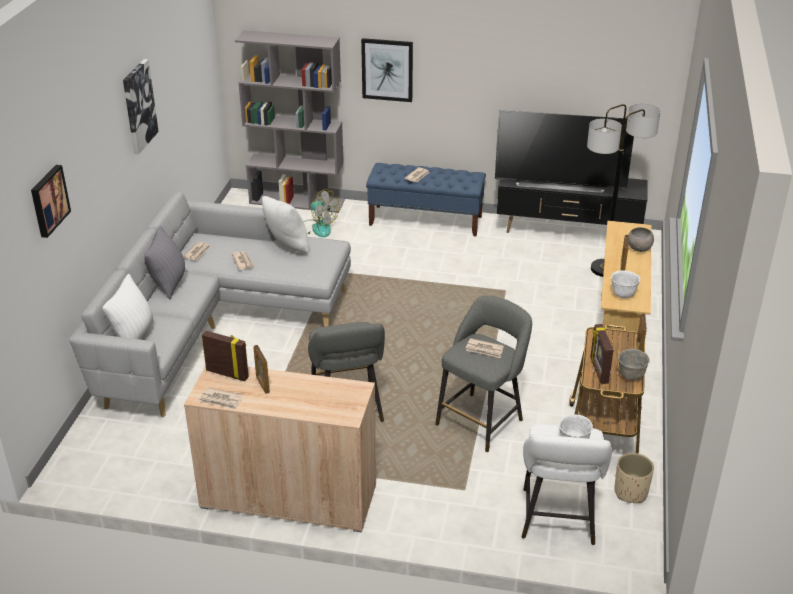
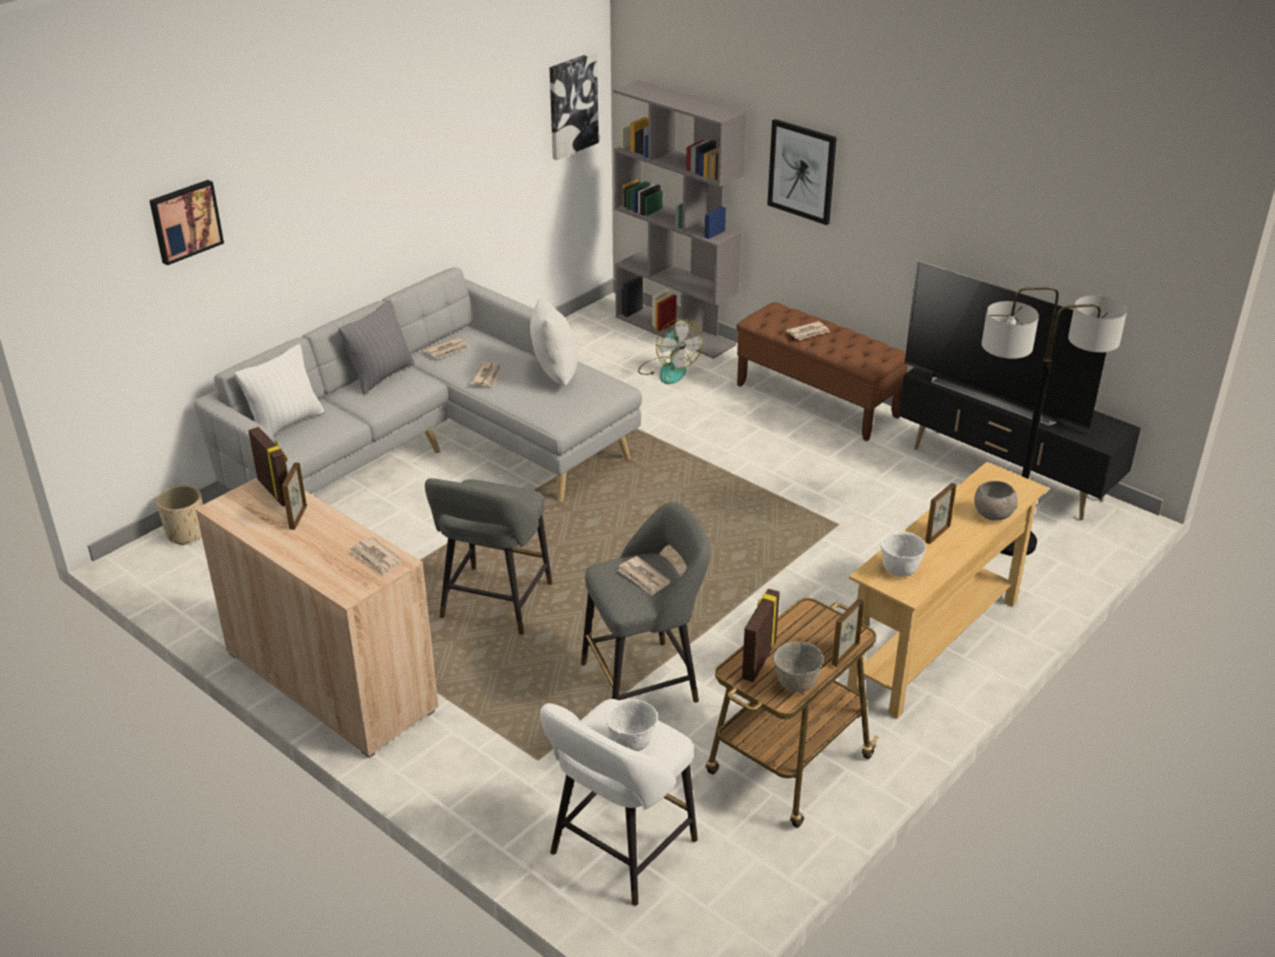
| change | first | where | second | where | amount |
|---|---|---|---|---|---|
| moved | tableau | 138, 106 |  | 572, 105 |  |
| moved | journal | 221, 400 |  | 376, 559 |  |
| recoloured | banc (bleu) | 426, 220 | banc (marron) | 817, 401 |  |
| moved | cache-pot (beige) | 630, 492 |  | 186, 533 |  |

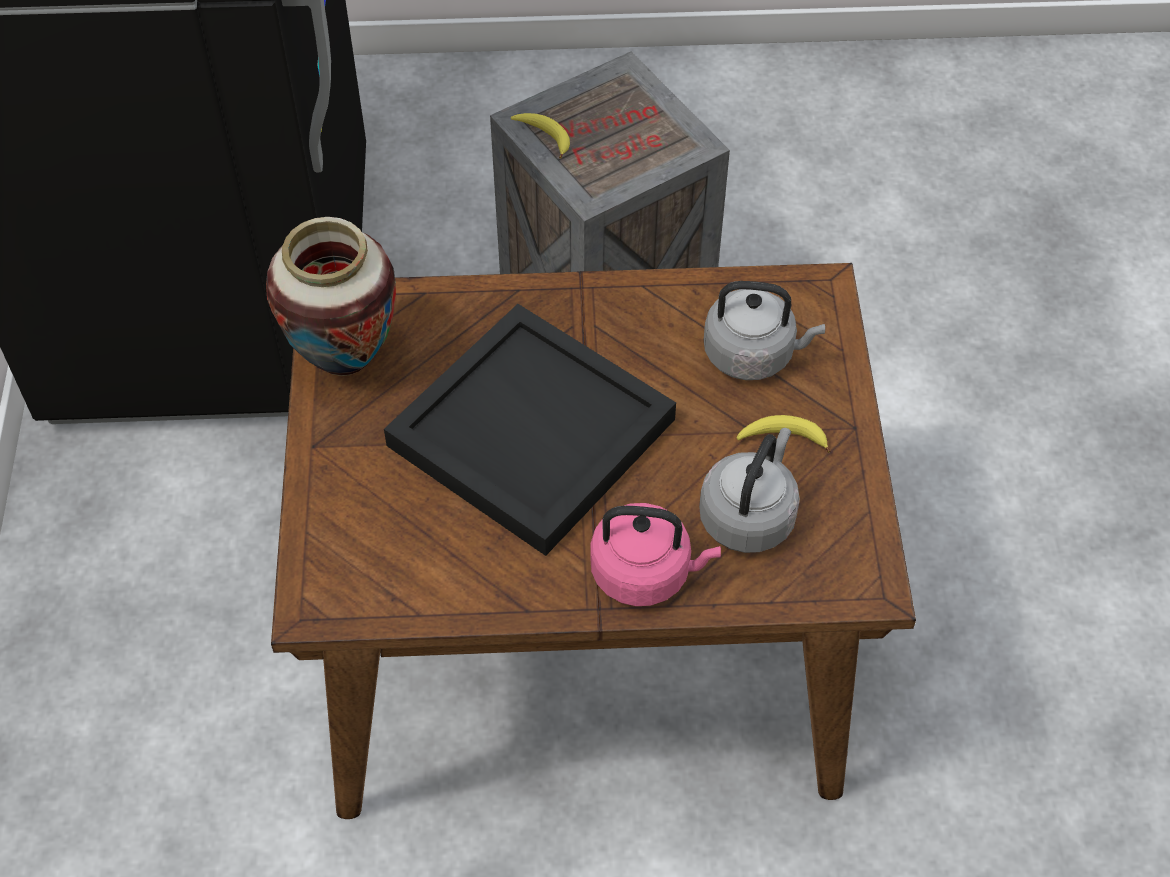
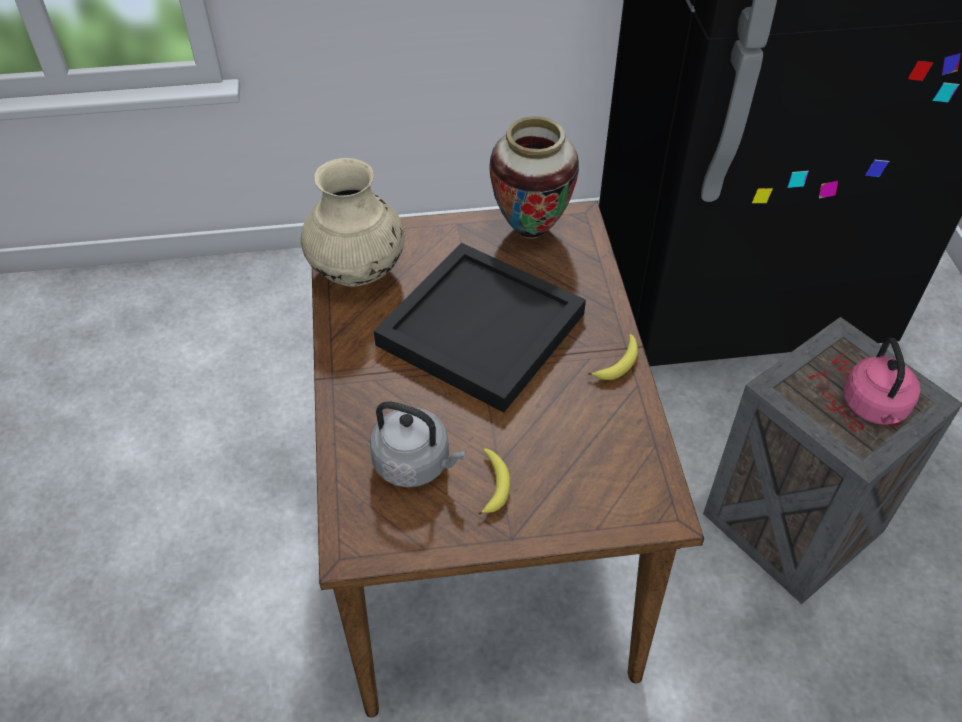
| change | first | where | second | where | amount |
|---|---|---|---|---|---|
| moved | banane | 544, 136 |  | 618, 363 |  |
| moved | bouilloire (rose) | 646, 573 |  | 875, 408 |  |
| removed | bouilloire (gris) | 753, 354 |  |  |  |
| added |  |  | vase (beige) | 358, 272 |  |

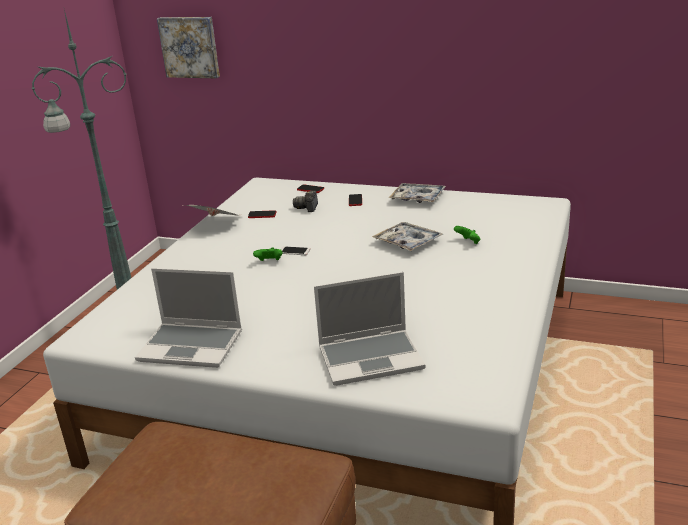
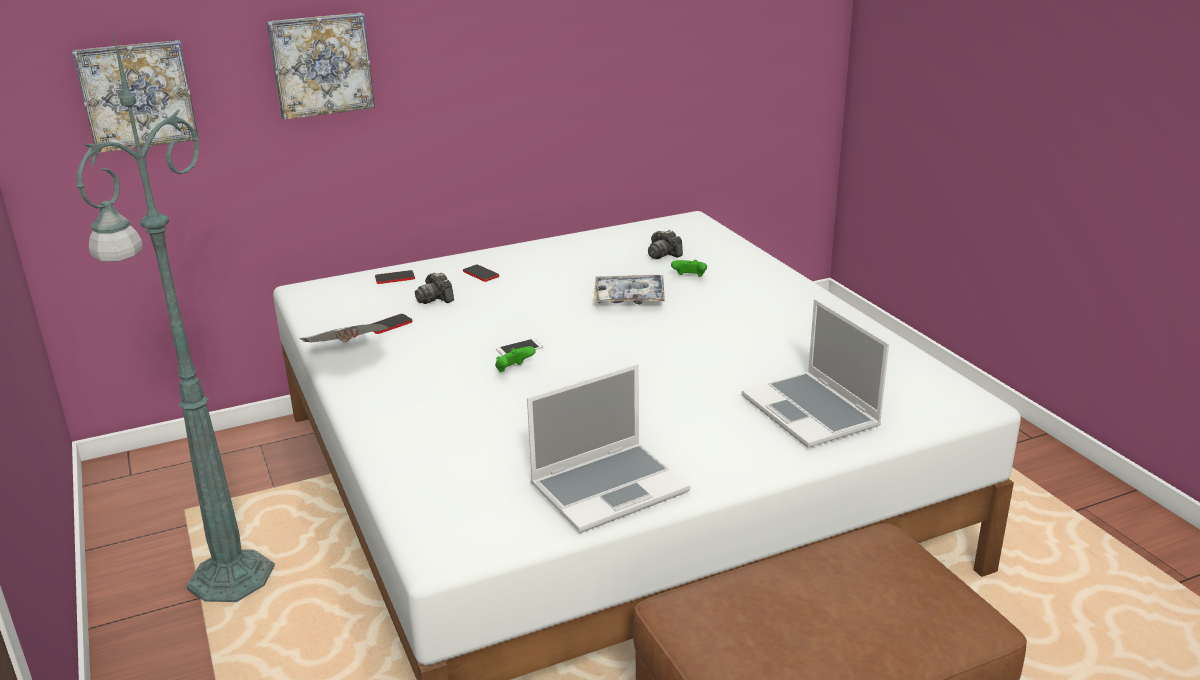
| change | first | where | second | where | amount |
|---|---|---|---|---|---|
| turned | ordinateur portable | 371, 358 |  | 812, 412 | 120 degrees clockwise |
| removed | plateau | 417, 198 |  |  |  |
| added |  |  | tableau | 321, 64 |  |
| added |  |  | appareil photo | 663, 254 |  |

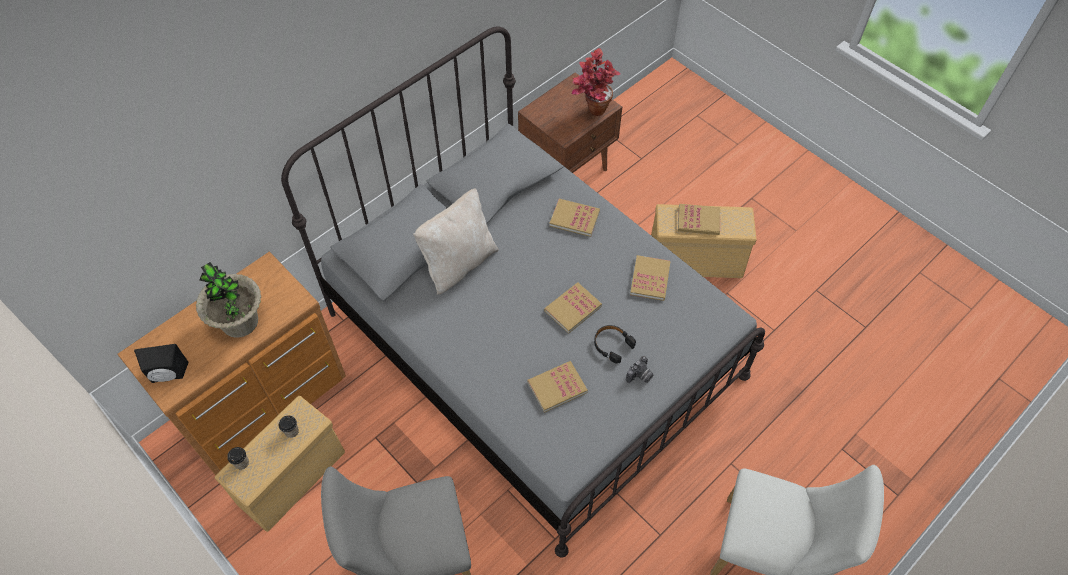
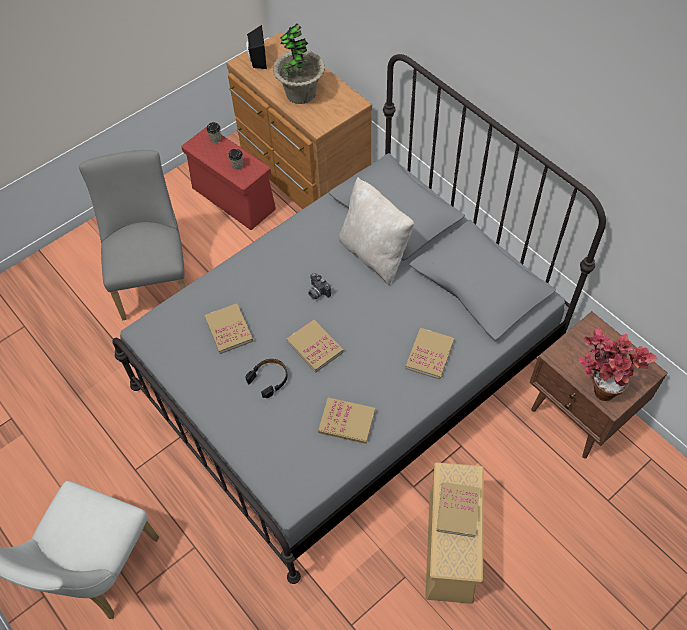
| change | first | where | second | where | amount |
|---|---|---|---|---|---|
| recoloured | boîte de rangement (beige) | 291, 479 | boîte de rangement (rouge) | 232, 198 |  |
| moved | appareil photo | 640, 376 |  | 317, 292 |  |

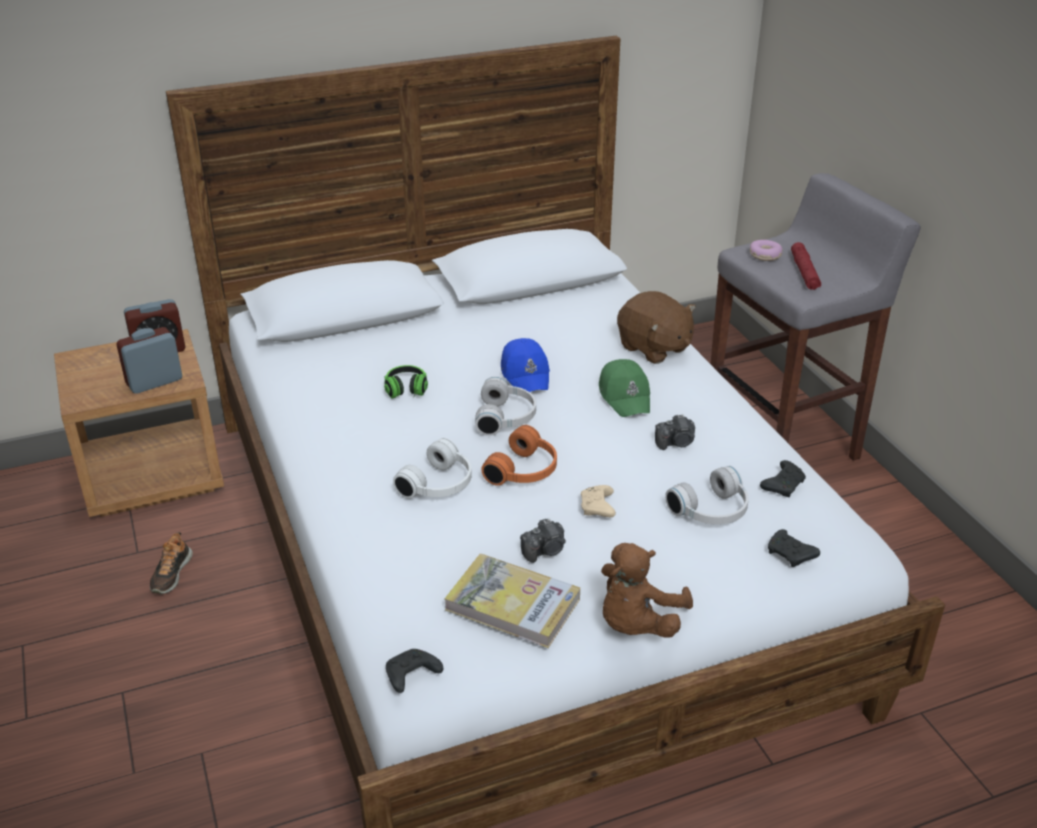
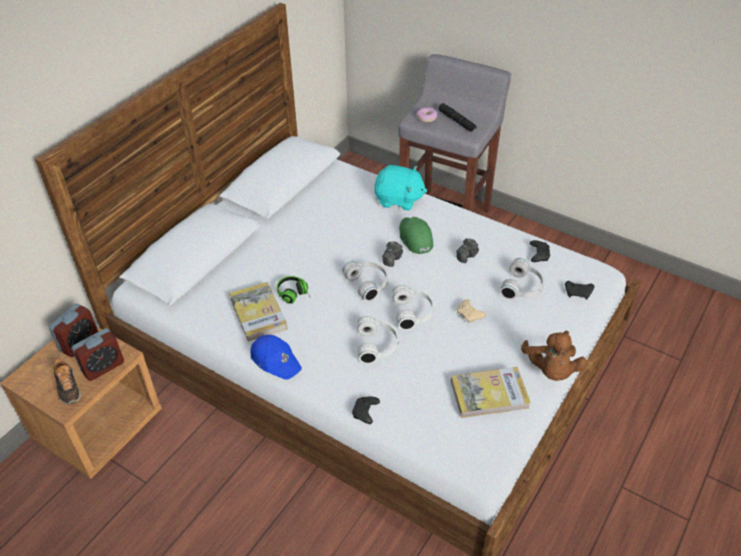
| change | first | where | second | where | amount |
|---|---|---|---|---|---|
| turned | réveil | 154, 382 |  | 103, 367 | 150 degrees counterclockwise |
| moved | chaussure | 171, 574 |  | 68, 387 |  |
| moved | manette (noir) | 411, 676 |  | 365, 413 |  |
| recoloured | casque audio (orange) | 525, 471 | casque audio (blanc) | 413, 312 |  |
| moved | casquette (bleu) | 526, 374 |  | 276, 360 |  |
| moved | appareil photo | 545, 551 |  | 392, 258 |  |
| turned | casquette (vert) | 625, 396 |  | 415, 238 | 150 degrees counterclockwise |
| recoloured | peluche (marron) | 654, 348 | peluche (turquoise) | 398, 200 |  |
| recoloured | lampe de poche (rouge) | 804, 272 | lampe de poche (noir) | 456, 121 |  |
| added |  |  | livre | 258, 313 |  |

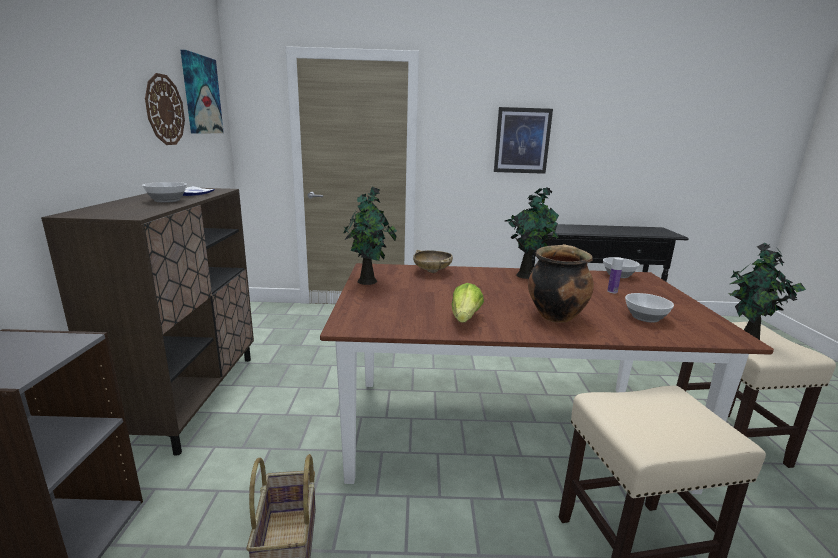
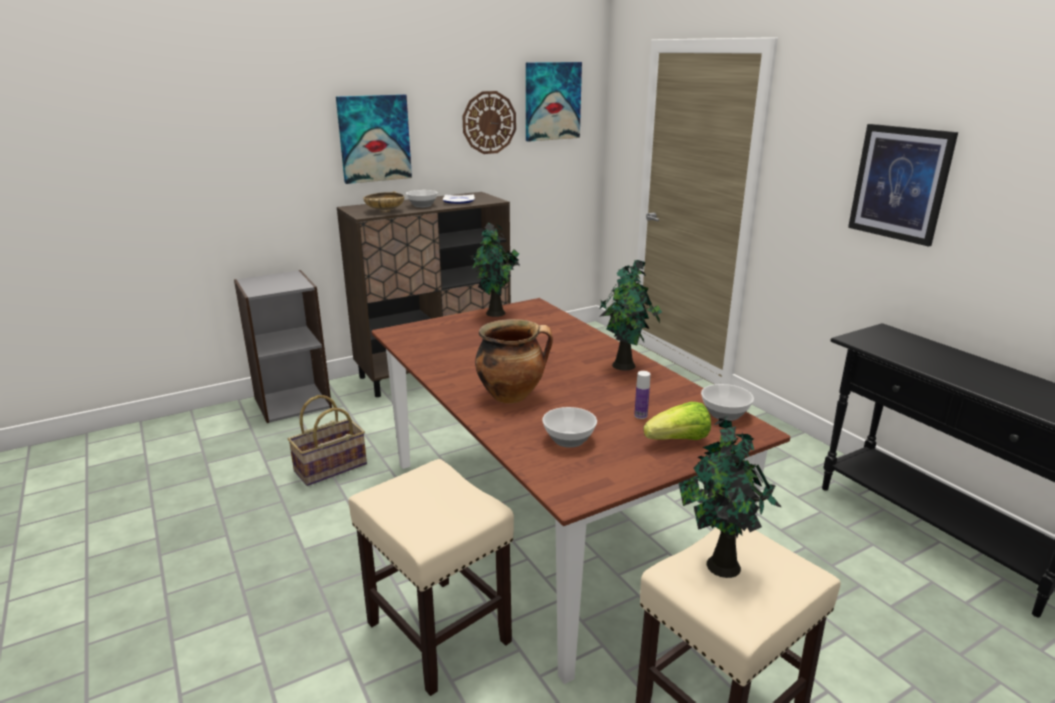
| change | first | where | second | where | amount |
|---|---|---|---|---|---|
| moved | bol (beige) | 432, 271 |  | 384, 211 |  |
| moved | laitue | 465, 318 |  | 679, 440 |  |
| added |  |  | tableau | 374, 138 |  |

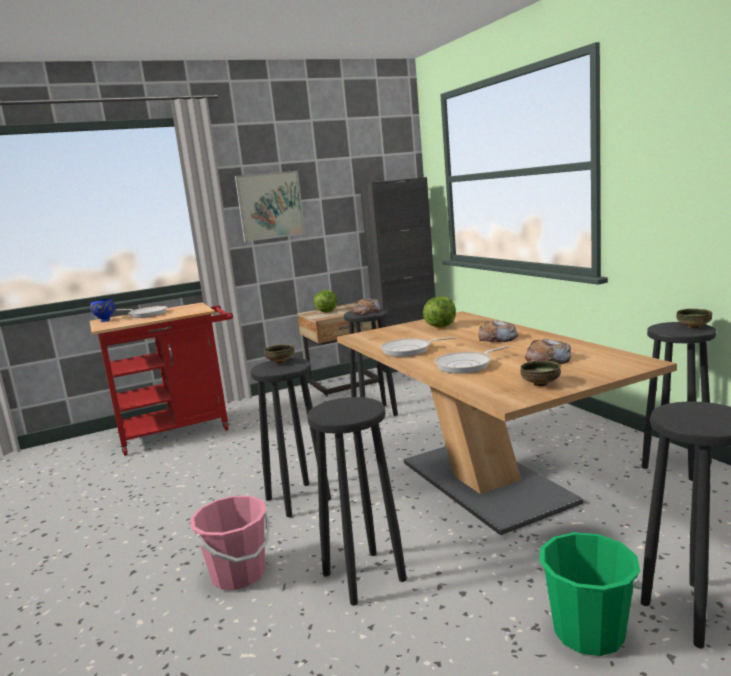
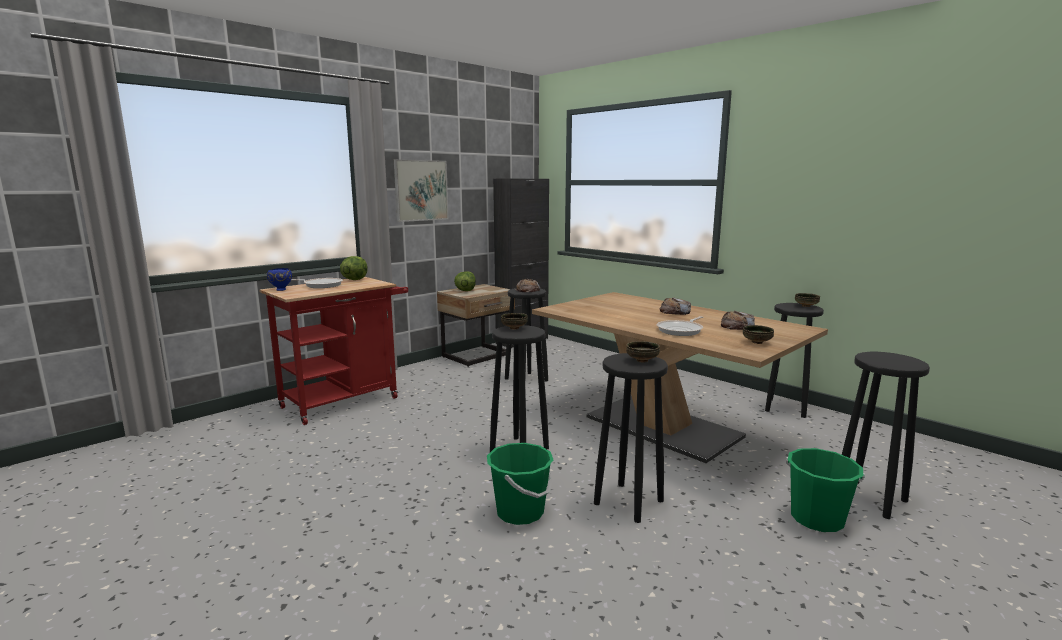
| change | first | where | second | where | amount |
|---|---|---|---|---|---|
| recoloured | seau (rose) | 238, 575 | seau (vert) | 520, 512 |  |
| removed | poêle | 409, 350 |  |  |  |
| moved | laitue | 440, 326 |  | 355, 279 |  |
| added |  |  | bol | 642, 361 |  |

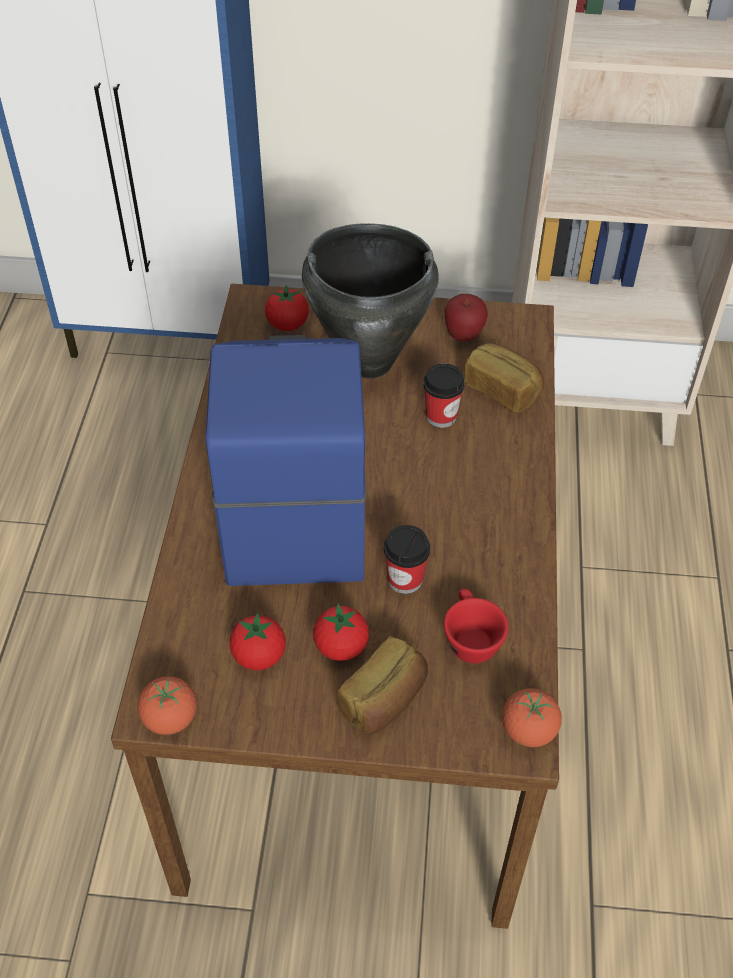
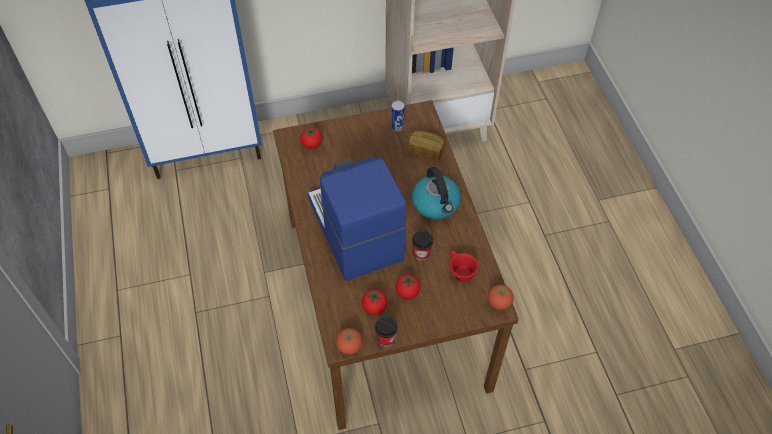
| change | first | where | second | where | amount |
|---|---|---|---|---|---|
| removed | marmite (noir) | 367, 361 |  |  |  |
| removed | pain | 385, 700 |  |  |  |
| moved | tasse | 441, 416 |  | 386, 339 |  |
| replaced | pomme | 463, 336 | boîte métallique | 397, 127 |  |
| added |  |  | bouilloire | 436, 204 |  |

